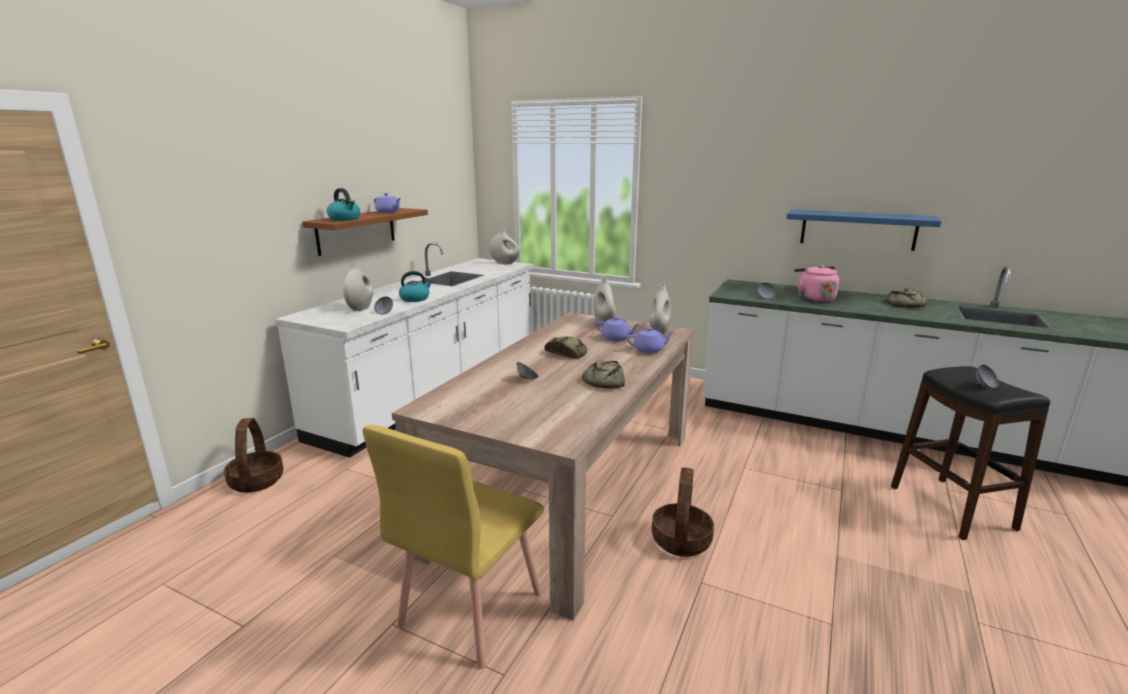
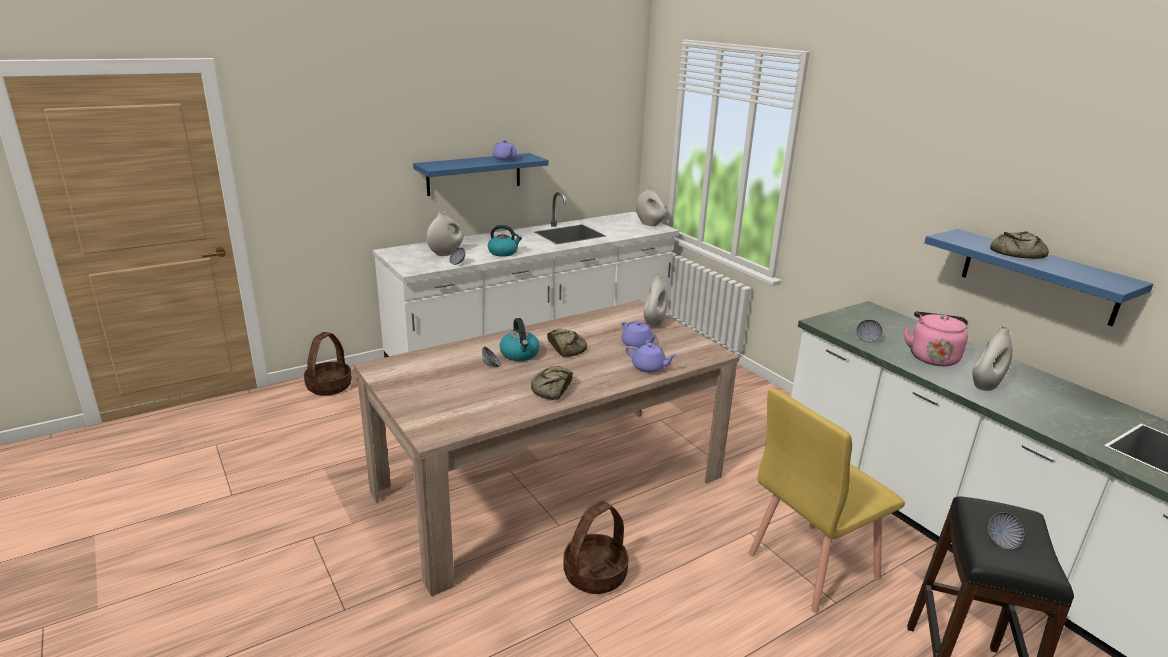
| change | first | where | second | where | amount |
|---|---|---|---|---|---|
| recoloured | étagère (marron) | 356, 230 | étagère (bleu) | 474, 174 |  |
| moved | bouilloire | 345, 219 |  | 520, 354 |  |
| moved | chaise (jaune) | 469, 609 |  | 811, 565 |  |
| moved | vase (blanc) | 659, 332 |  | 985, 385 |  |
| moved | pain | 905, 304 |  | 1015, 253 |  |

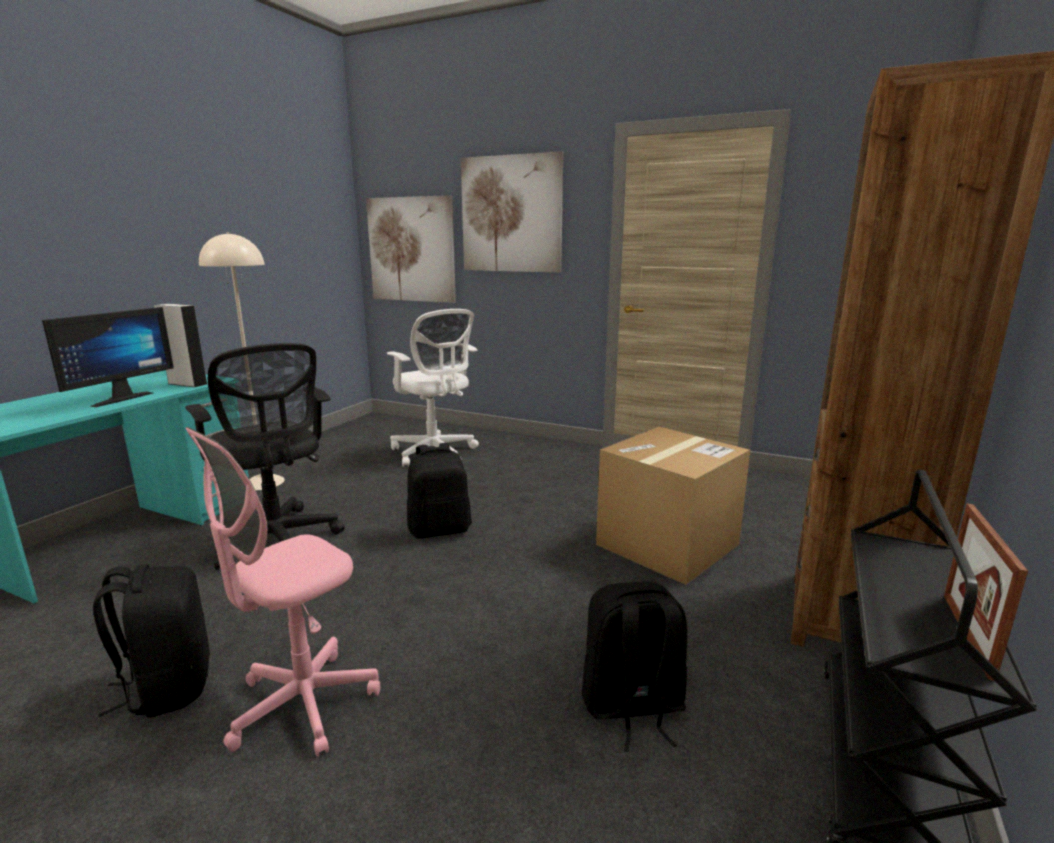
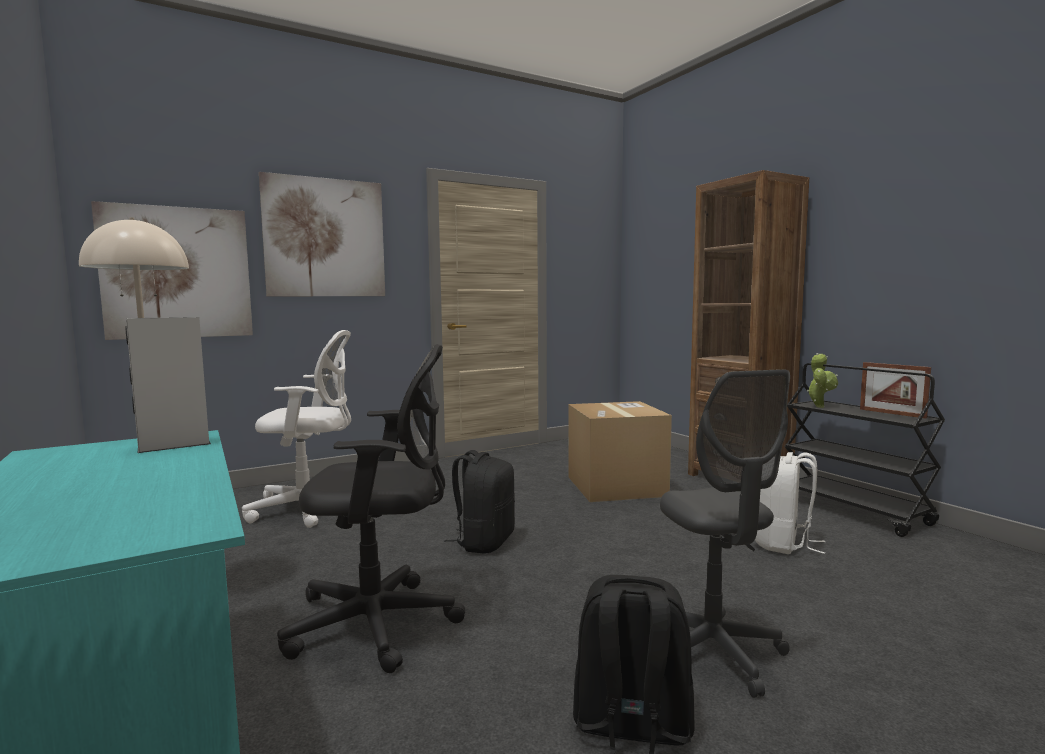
| change | first | where | second | where | amount |
|---|---|---|---|---|---|
| removed | écran d'ordinateur | 118, 398 |  |  |  |
| recoloured | chaise de bureau (rose) | 303, 705 | chaise de bureau (gris) | 714, 652 |  |
| recoloured | sac à dos (noir) | 632, 707 | sac à dos (blanc) | 783, 543 |  |
| added |  |  | plante en pot | 819, 406 |  |

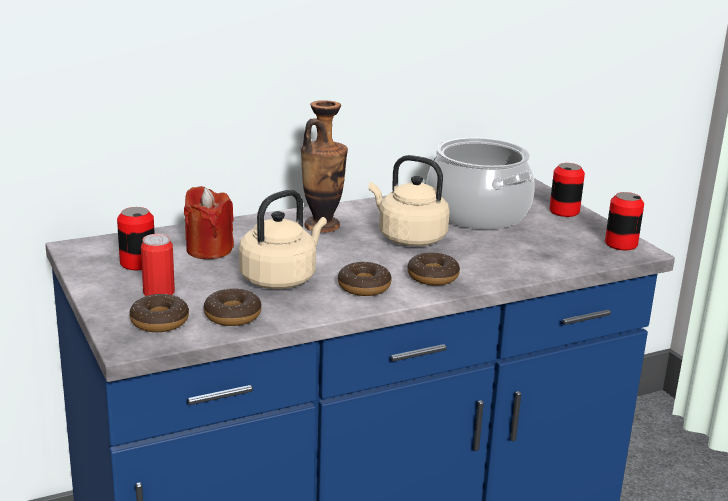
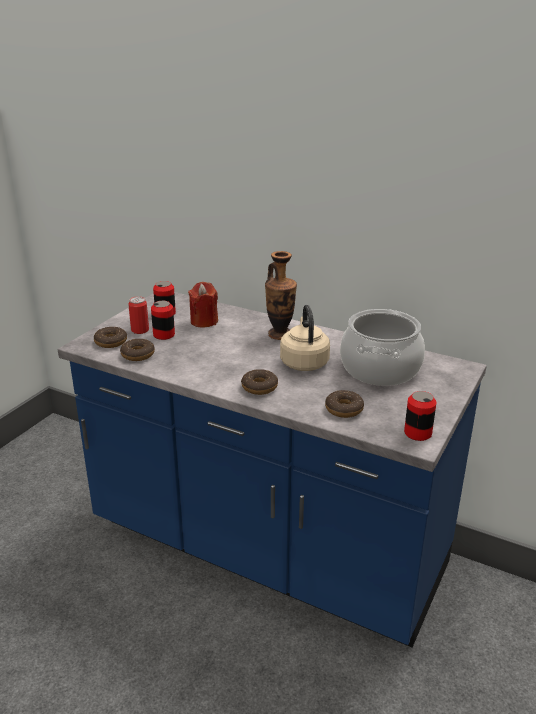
| change | first | where | second | where | amount |
|---|---|---|---|---|---|
| removed | bouilloire (beige) | 281, 278 |  |  |  |
| moved | beignet | 364, 287 |  | 344, 409 |  |
| moved | boîte métallique | 564, 211 |  | 164, 335 |  |

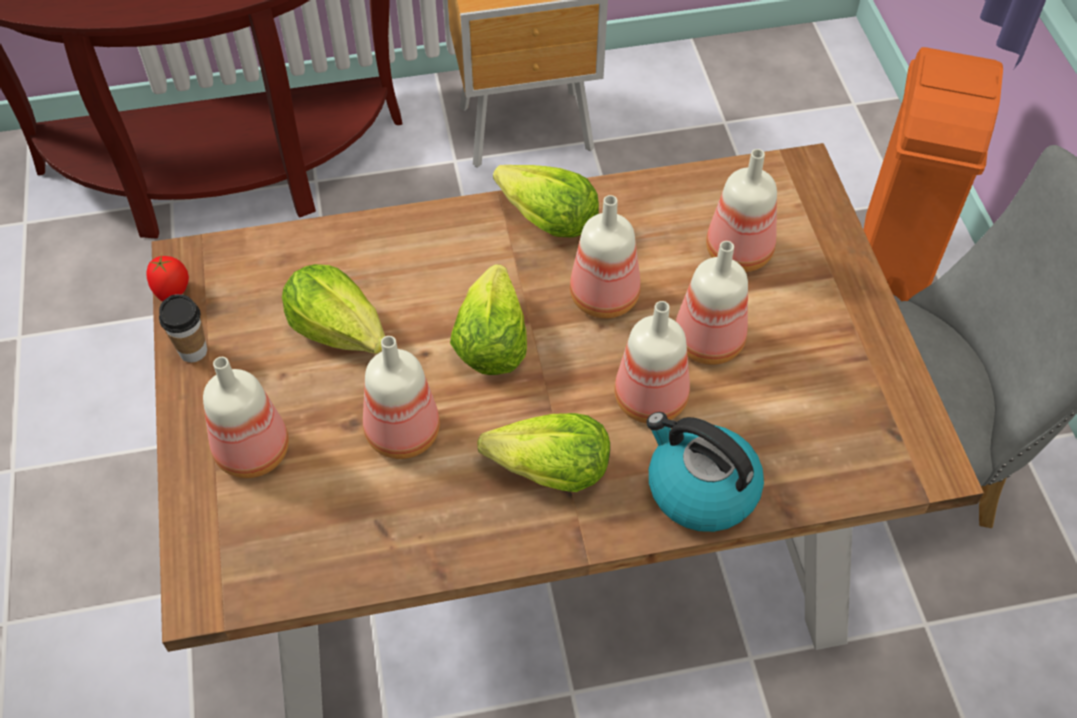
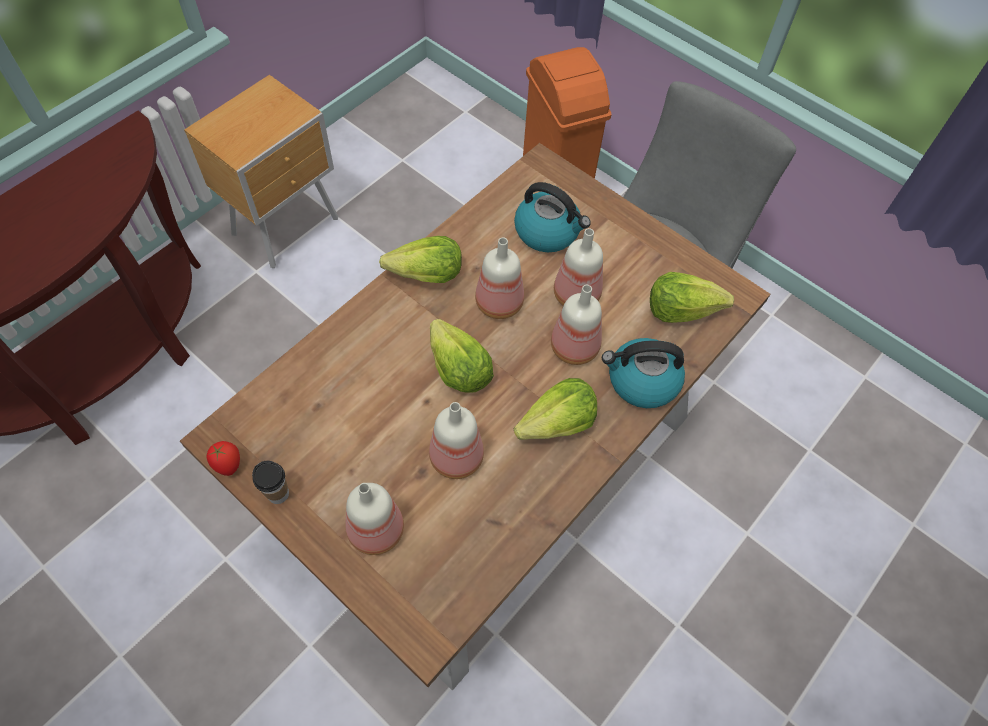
| change | first | where | second | where | amount |
|---|---|---|---|---|---|
| moved | laitue | 339, 329 |  | 681, 309 |  |
| replaced | bouteille | 739, 250 | bouilloire | 548, 232 |  |

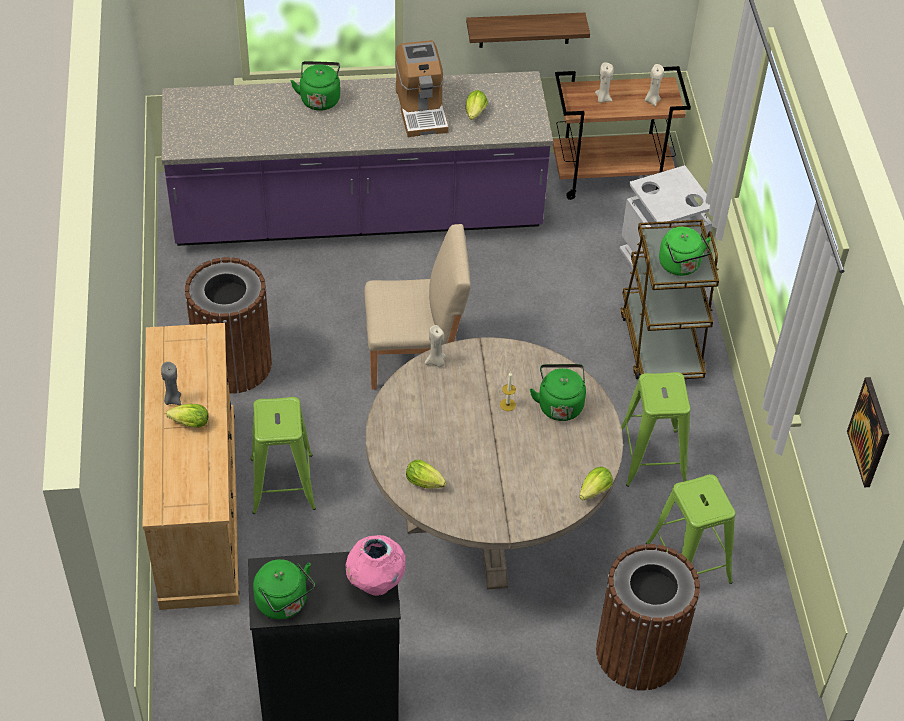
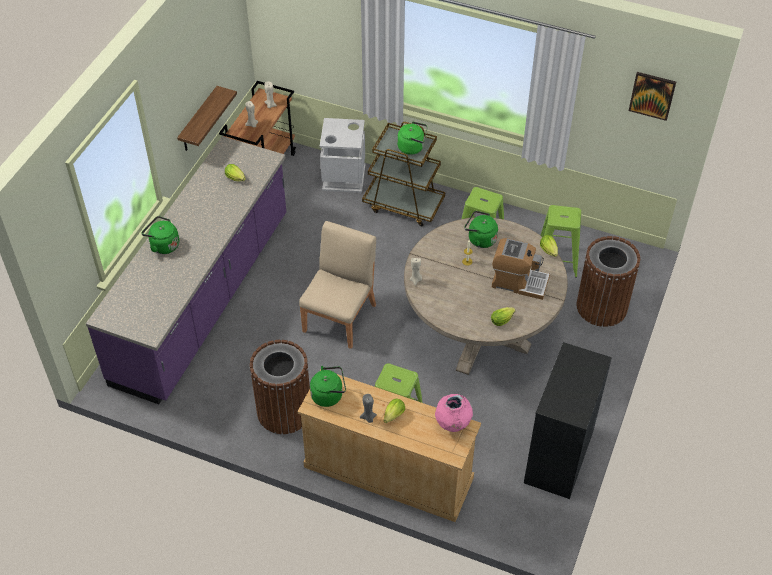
| change | first | where | second | where | amount |
|---|---|---|---|---|---|
| moved | bouilloire (vert) | 284, 603 |  | 329, 395 |  |
| moved | vase (rose) | 375, 583 |  | 453, 425 |  |
| moved | machine à café | 421, 109 |  | 518, 282 |  |

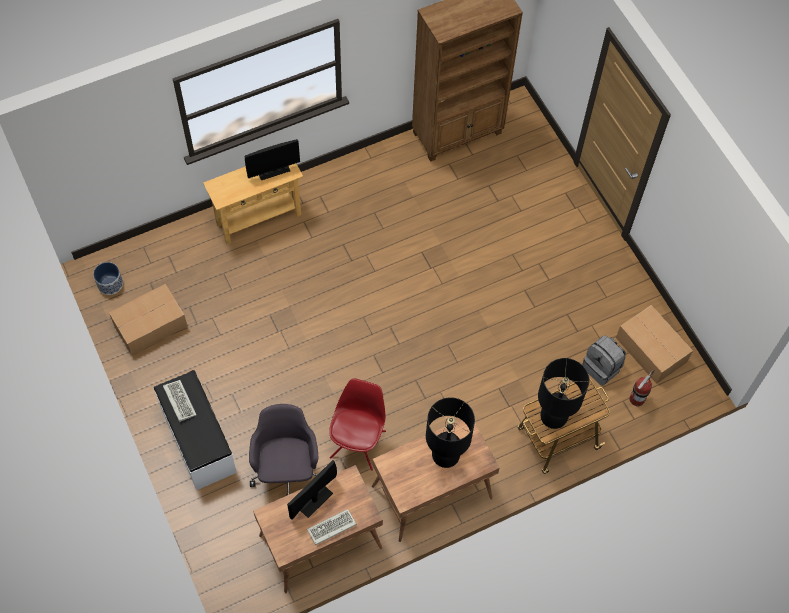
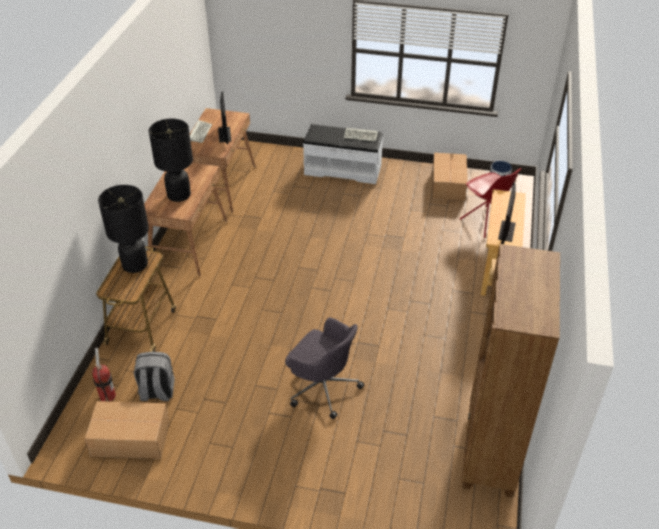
| change | first | where | second | where | amount |
|---|---|---|---|---|---|
| moved | chaise de bureau (gris) | 287, 469 |  | 322, 387 |  |
| moved | chaise (rouge) | 358, 443 |  | 485, 222 |  |

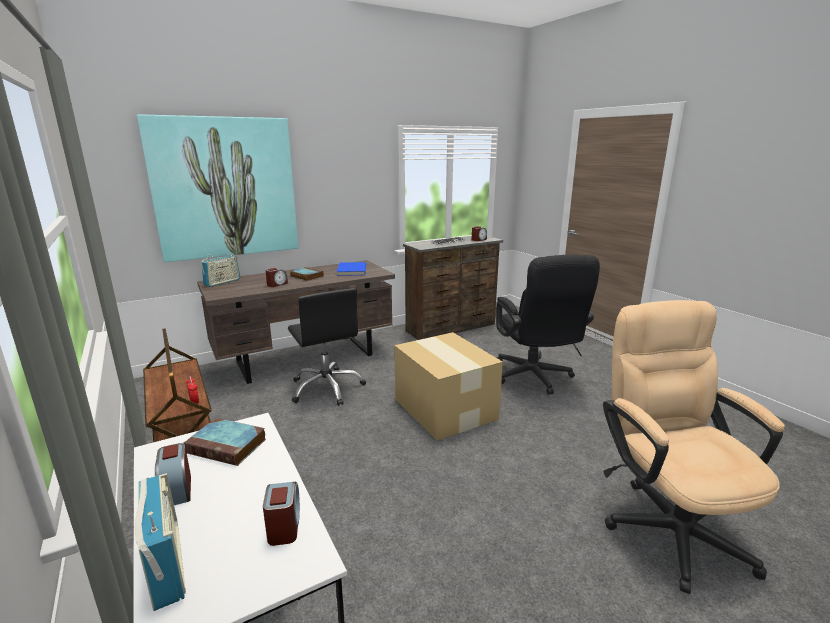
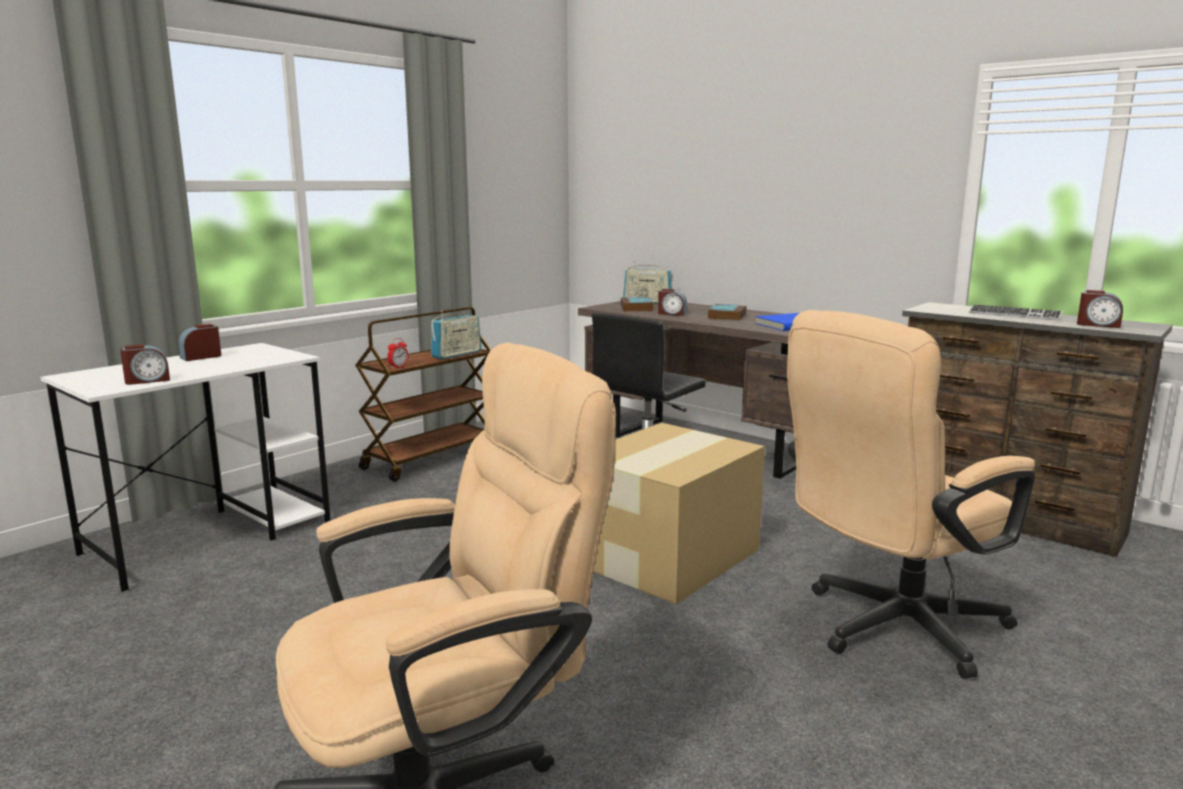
| change | first | where | second | where | amount |
|---|---|---|---|---|---|
| moved | radio | 166, 565 |  | 456, 354 |  |
| removed | tableau | 225, 188 |  |  |  |
| moved | livre | 228, 446 |  | 637, 308 |  |
| recoloured | chaise de bureau (noir) | 535, 378 | chaise de bureau (beige) | 890, 629 |  |

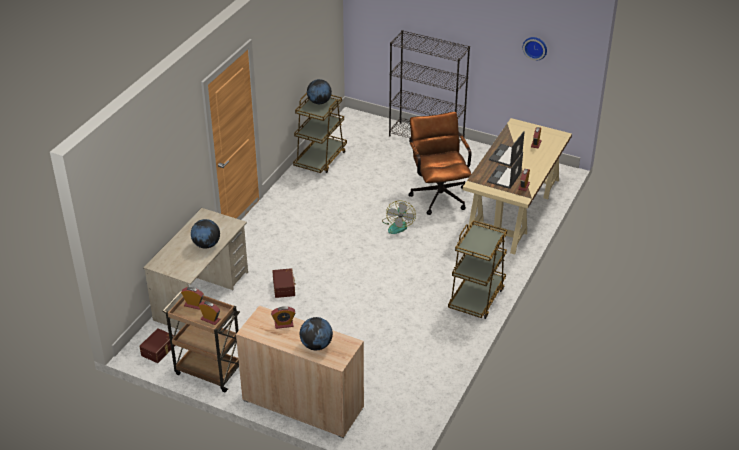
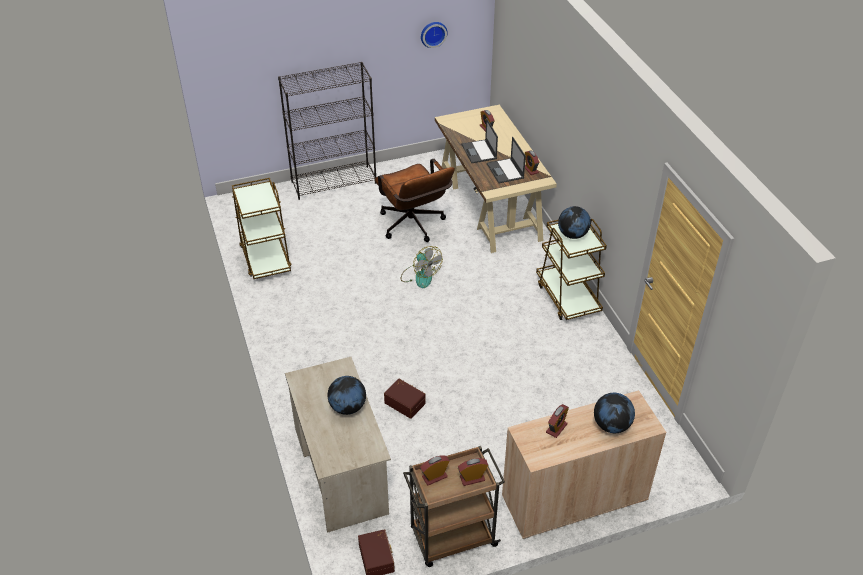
| change | first | where | second | where | amount |
|---|---|---|---|---|---|
| moved | globe | 319, 102 |  | 572, 235 |  |
| turned | chaise de bureau (marron) | 438, 194 |  | 414, 227 | 150 degrees counterclockwise |

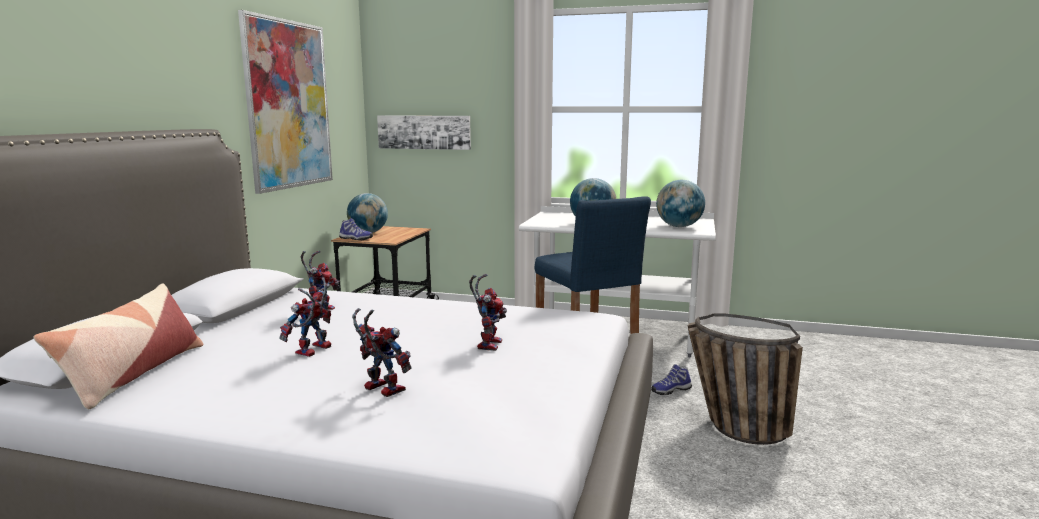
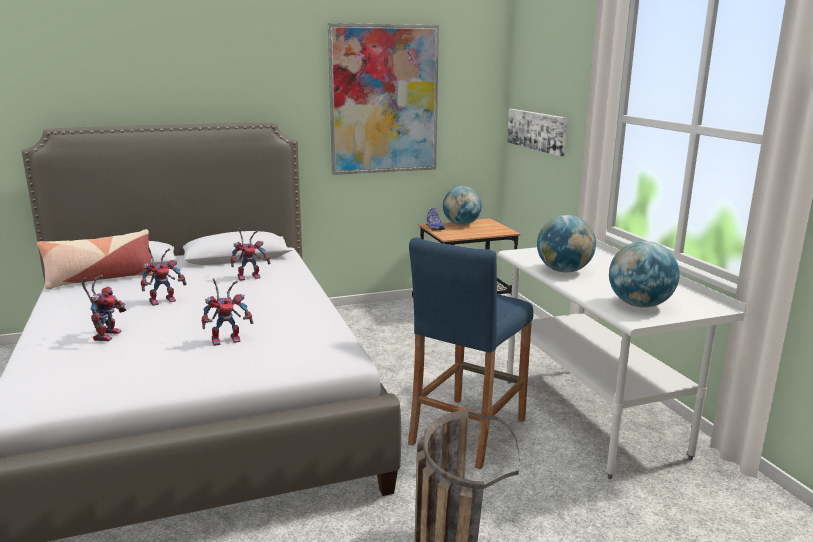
| change | first | where | second | where | amount |
|---|---|---|---|---|---|
| turned | robot jouet | 313, 351 |  | 164, 300 | 150 degrees clockwise |
| removed | chaussure | 670, 390 |  |  |  |

